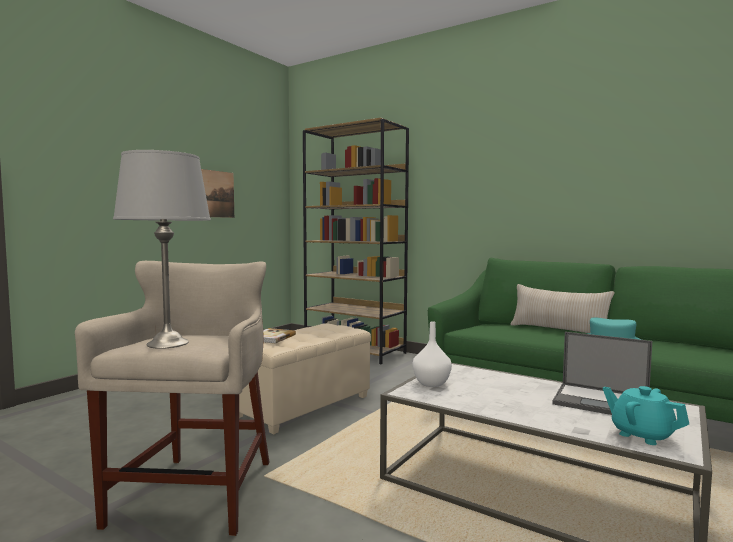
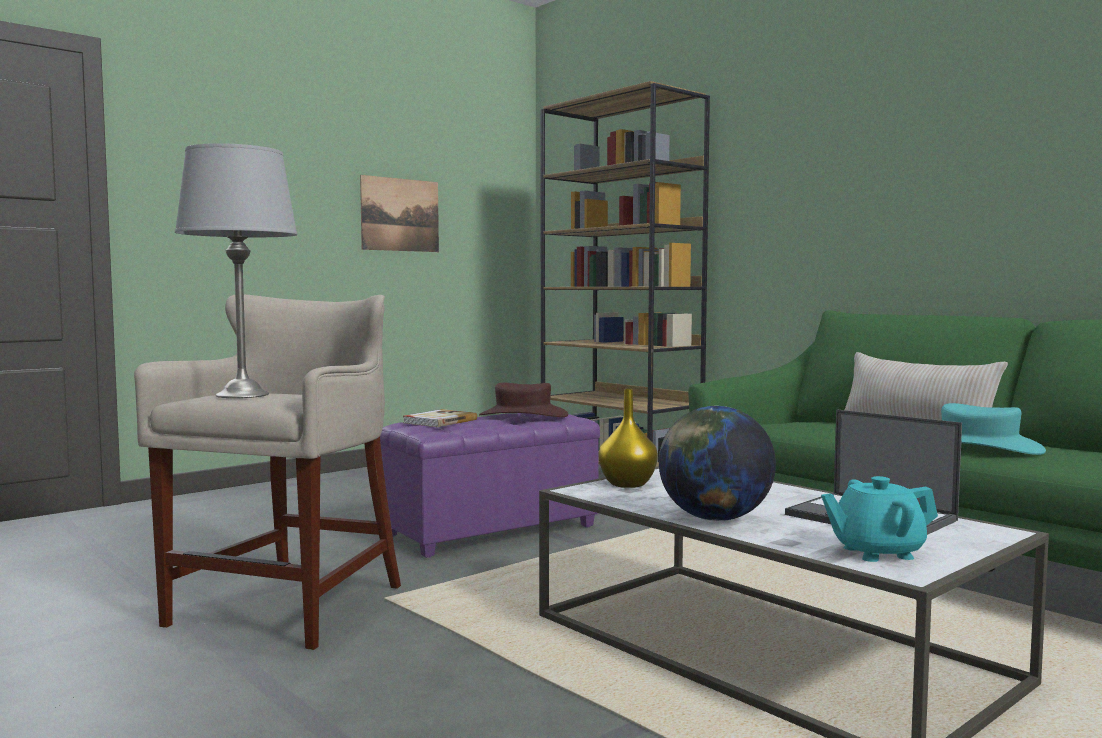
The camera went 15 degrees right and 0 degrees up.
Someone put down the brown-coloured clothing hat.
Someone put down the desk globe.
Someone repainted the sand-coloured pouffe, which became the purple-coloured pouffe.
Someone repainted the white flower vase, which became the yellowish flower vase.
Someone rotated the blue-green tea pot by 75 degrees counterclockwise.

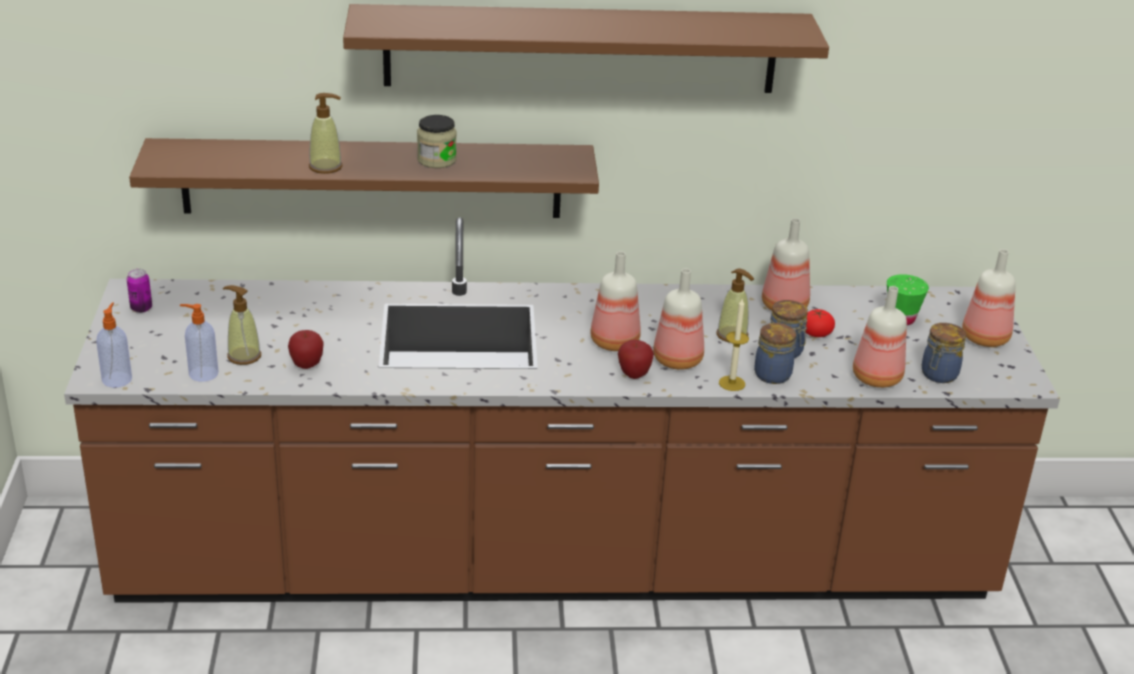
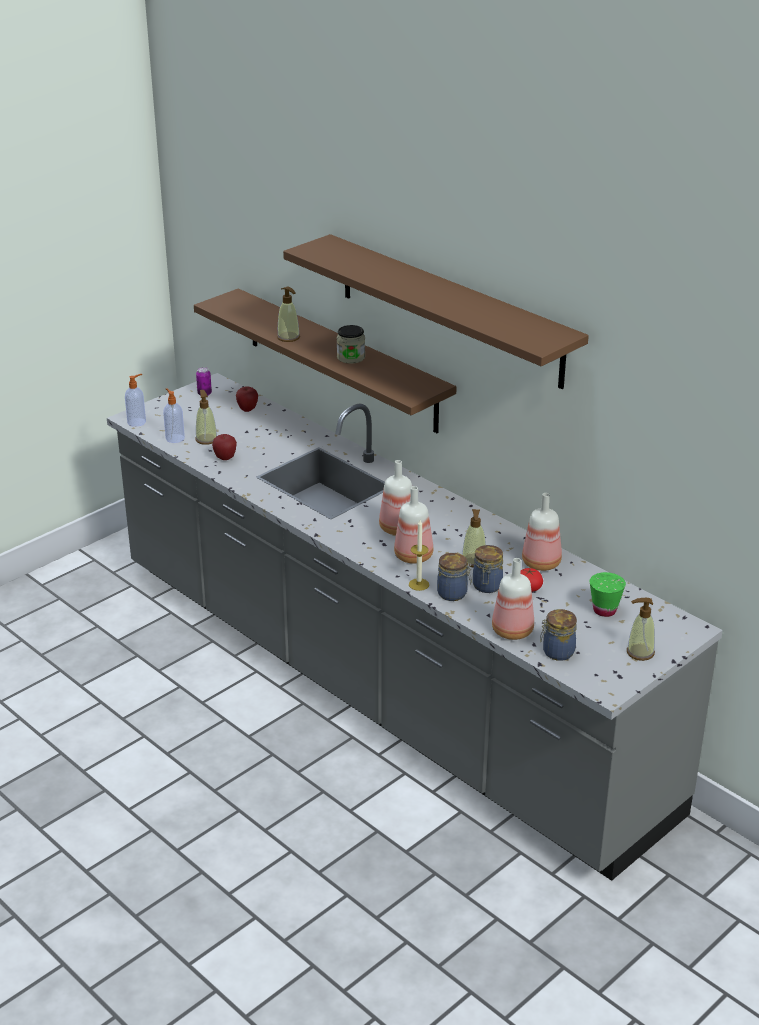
The camera went 50 degrees right and 0 degrees up.
Someone carried the apple (no. 2 from left).
Someone swapped the beverage bottle (no. 5 from left) for the soap dispenser (no. 6 from left).
Someone repainted the brown-coloured kitchen counter, which became the greyish kitchen counter.

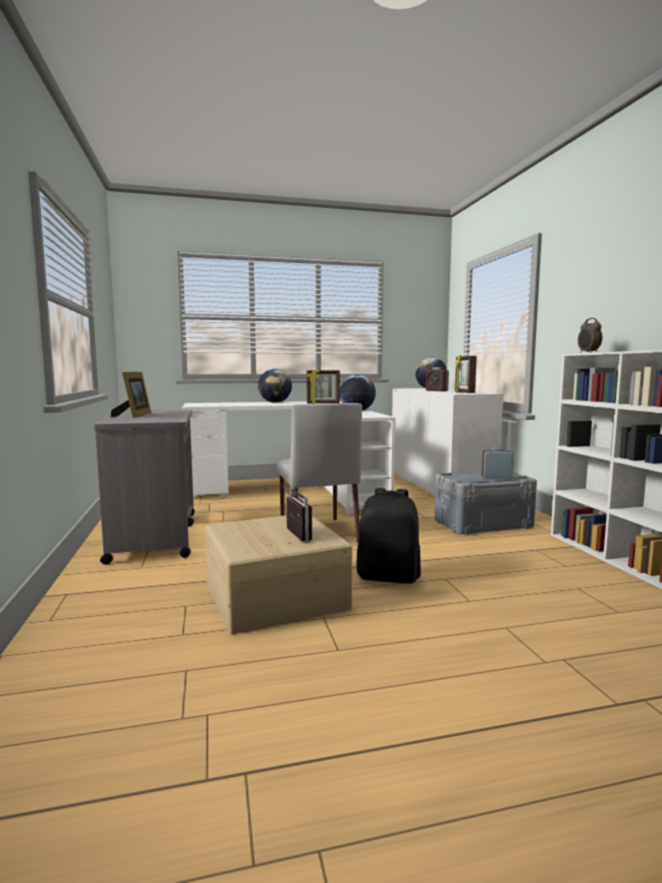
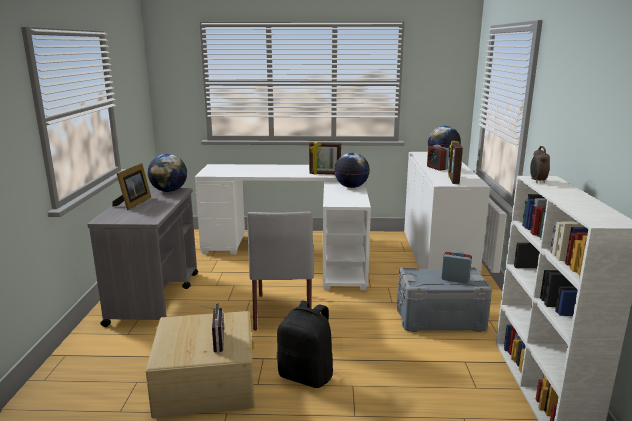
The camera went 15 degrees right and 10 degrees up.
Someone carried the desk globe (no. 1 from left).

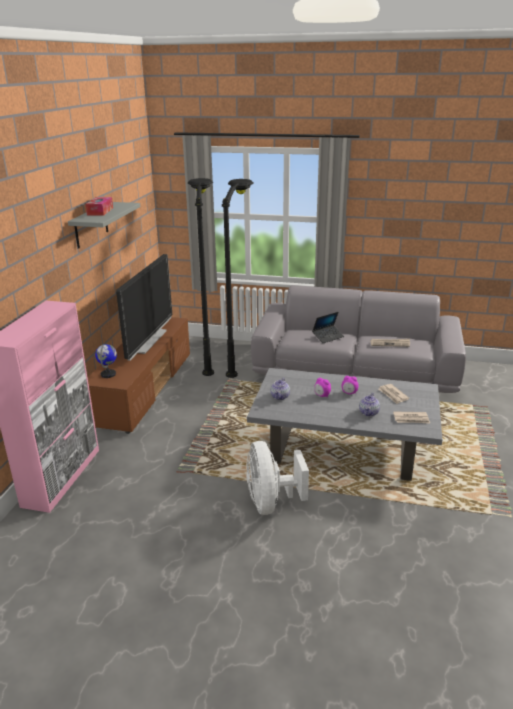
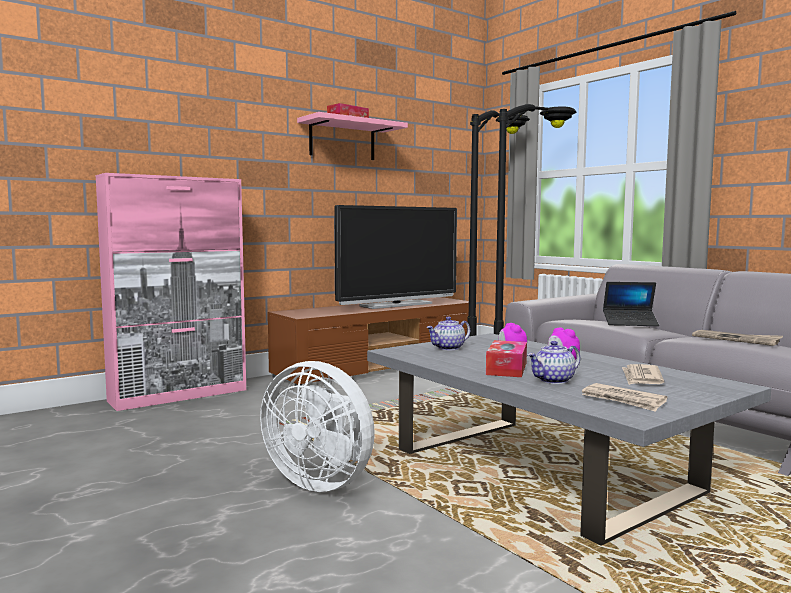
The camera went 40 degrees right and 20 degrees down.
Someone took away the desk globe.
Someone put down the tissue holder (no. 2 from left).
Someone repainted the greyish wall shelf, which became the pinkish wall shelf.
Someone rotated the white fan by 90 degrees counterclockwise.

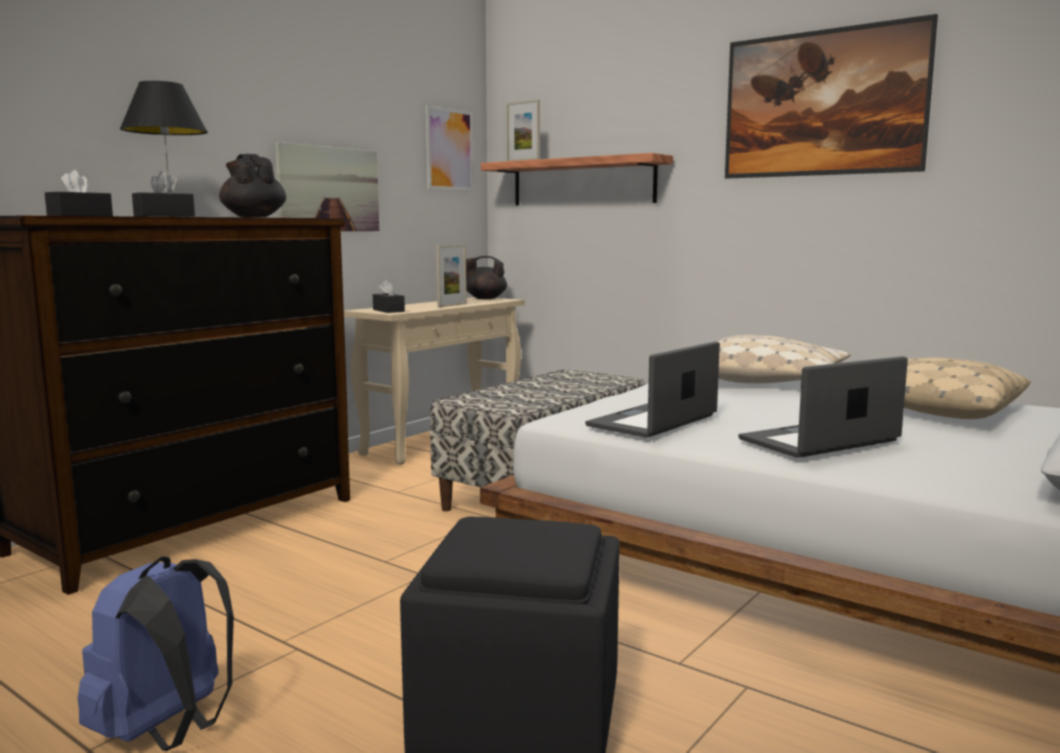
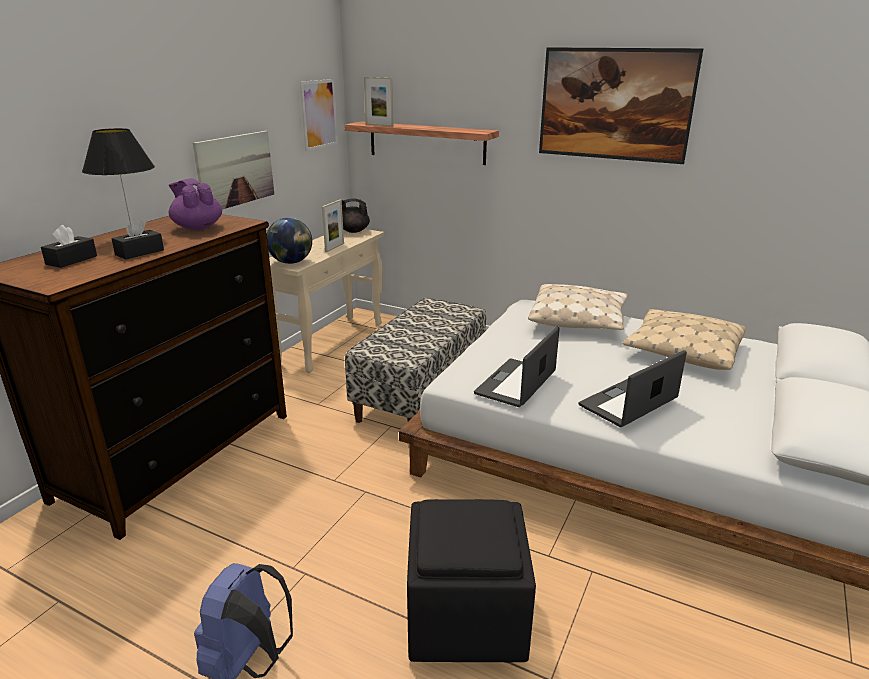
The camera went 10 degrees left and 15 degrees up.
Someone swapped the blackish tissue holder (no. 3 from left) for the desk globe.
Someone repainted the blackish tea pot (no. 1 from left), which became the purple-coloured tea pot.

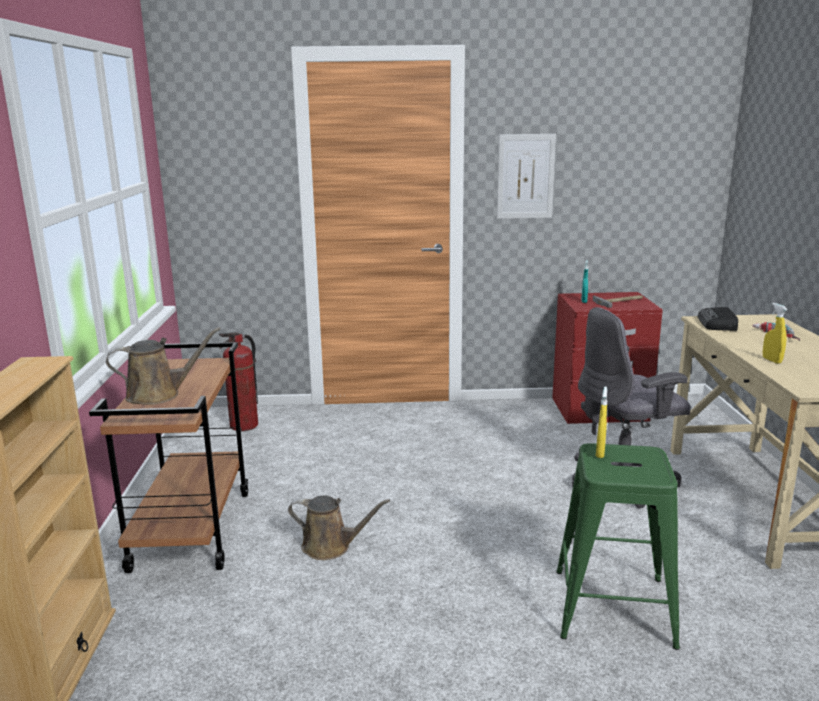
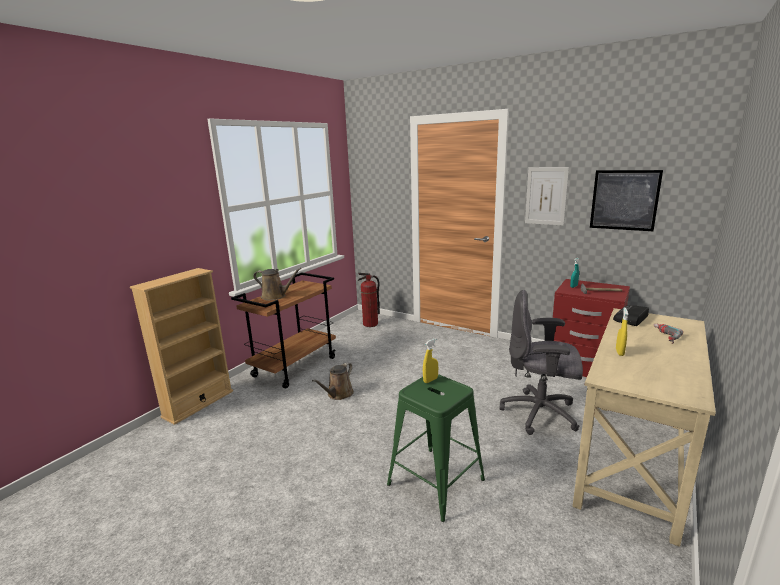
The camera went 35 degrees right and 0 degrees up.
Someone put up the picture (no. 2 from left).
Someone rotated the brown-coloured watering can (no. 2 from left) by 75 degrees clockwise.

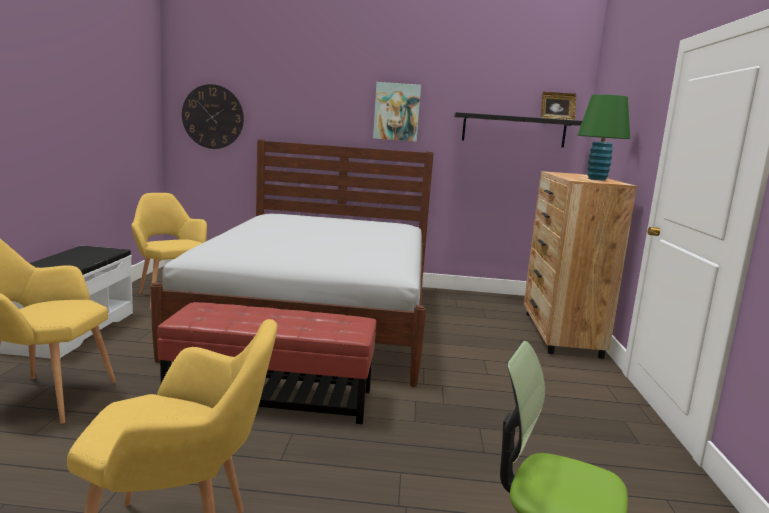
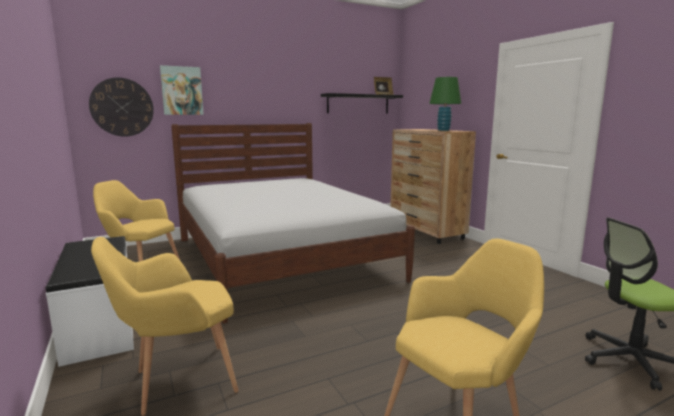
The camera went 30 degrees left and 0 degrees up.
Someone took away the reddish pouffe.
Someone carried the picture.

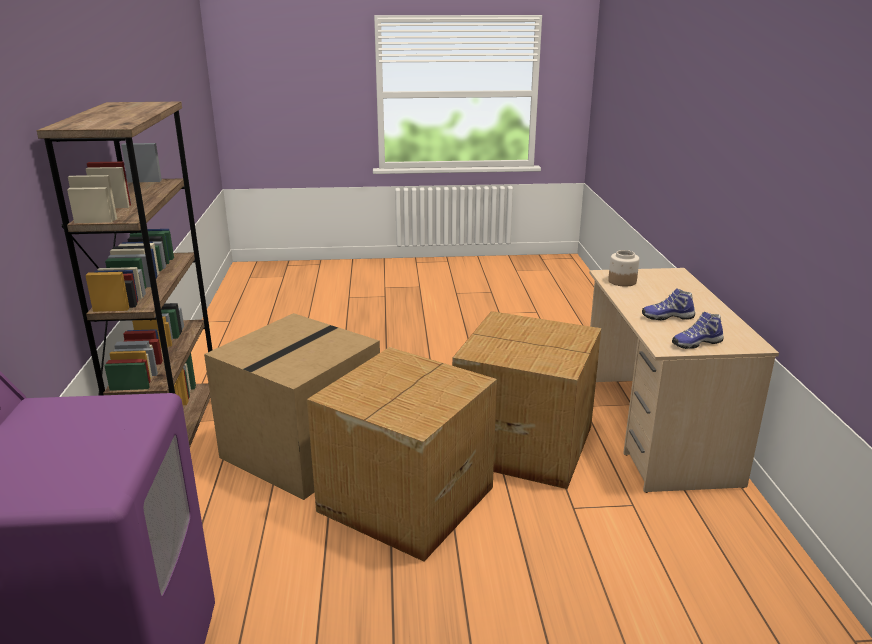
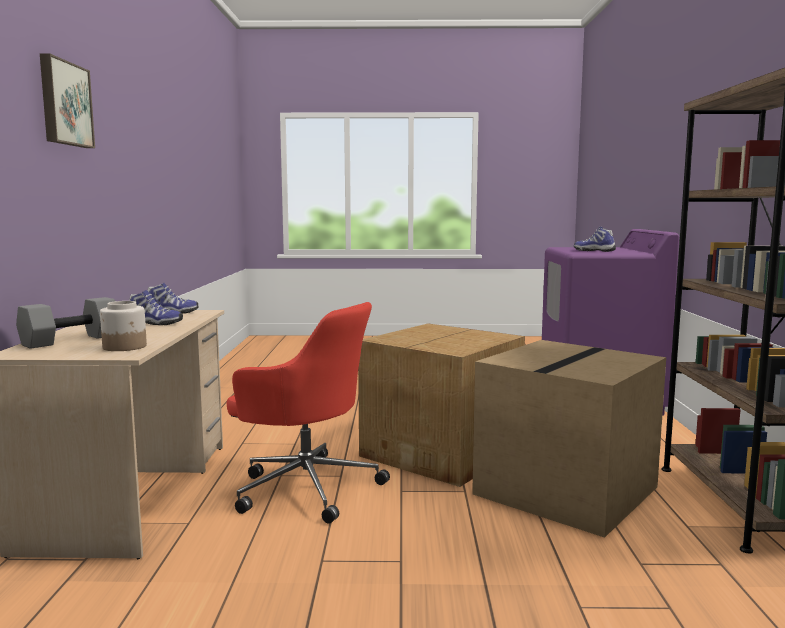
The camera went 175 degrees left and 15 degrees down.
Someone put down the greyish hand weight.
Someone put up the picture.
Someone put down the item of footwear (no. 3 from left).
Someone swapped the packing box (no. 3 from left) for the reddish computer chair.

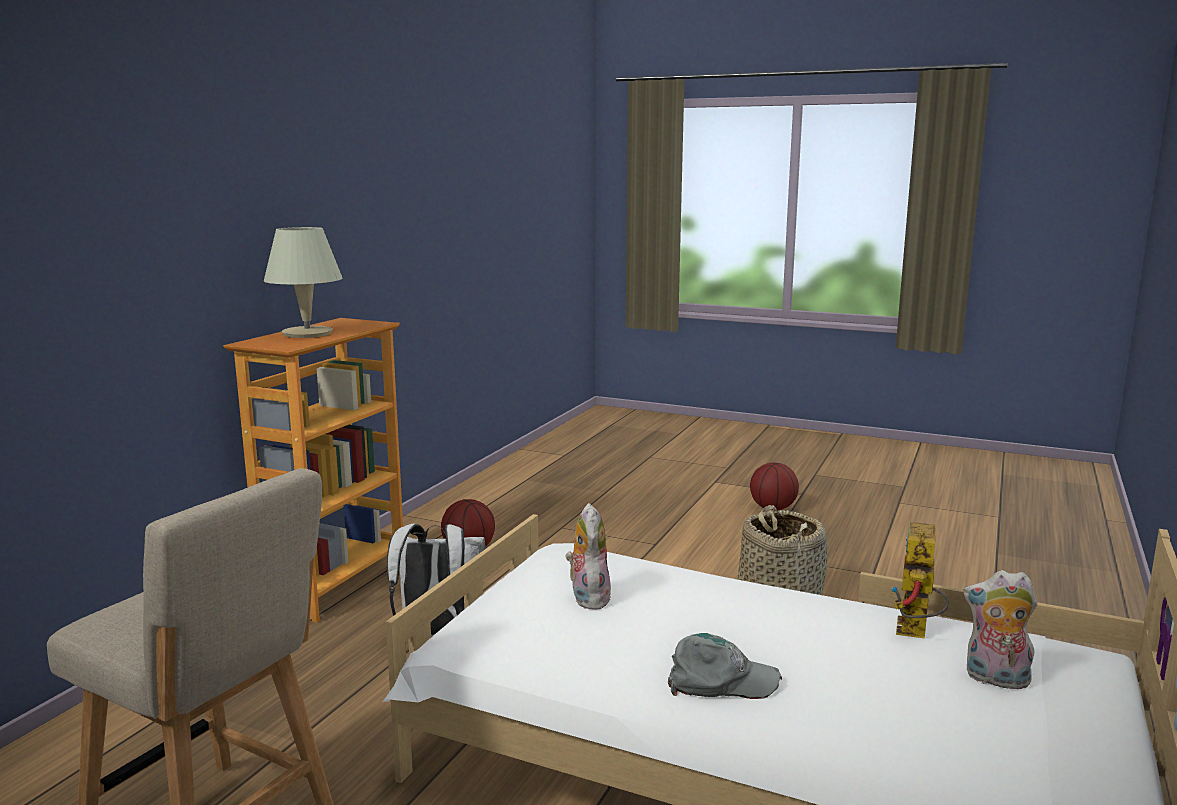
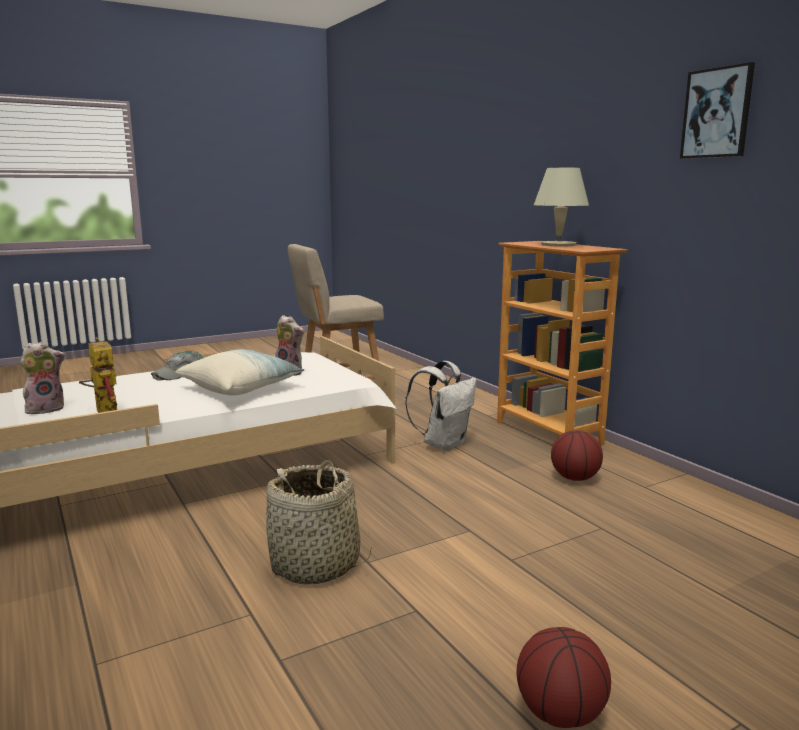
The camera went 125 degrees right and 0 degrees up.
Someone put down the throw pillow.
Someone put up the picture.

